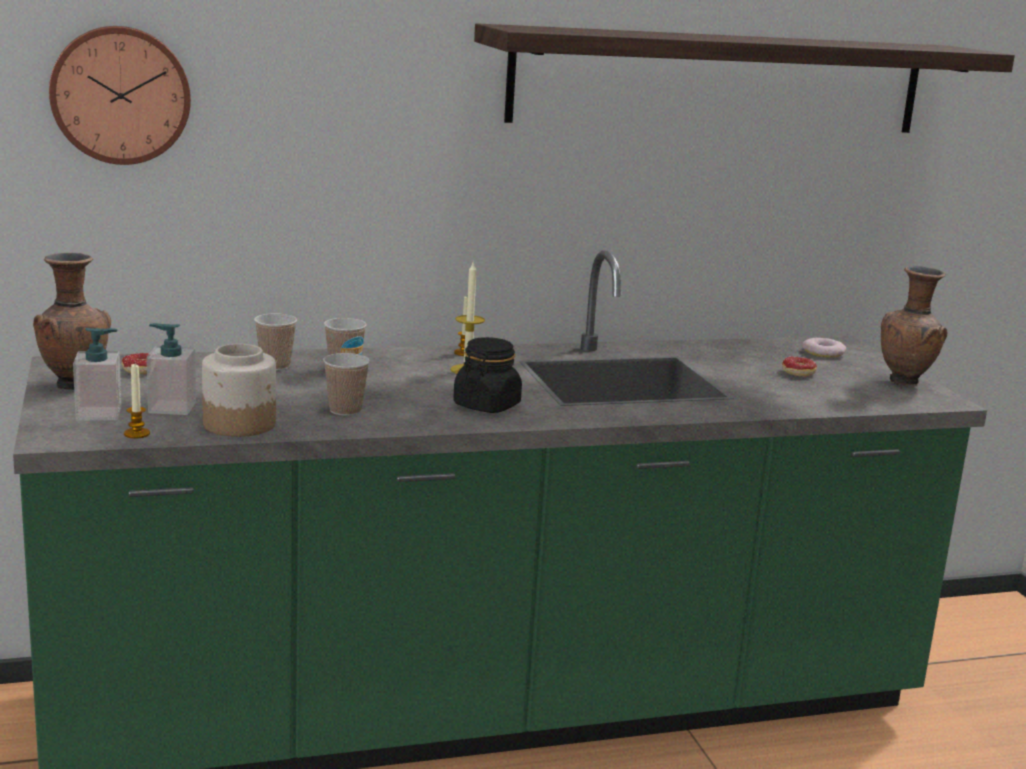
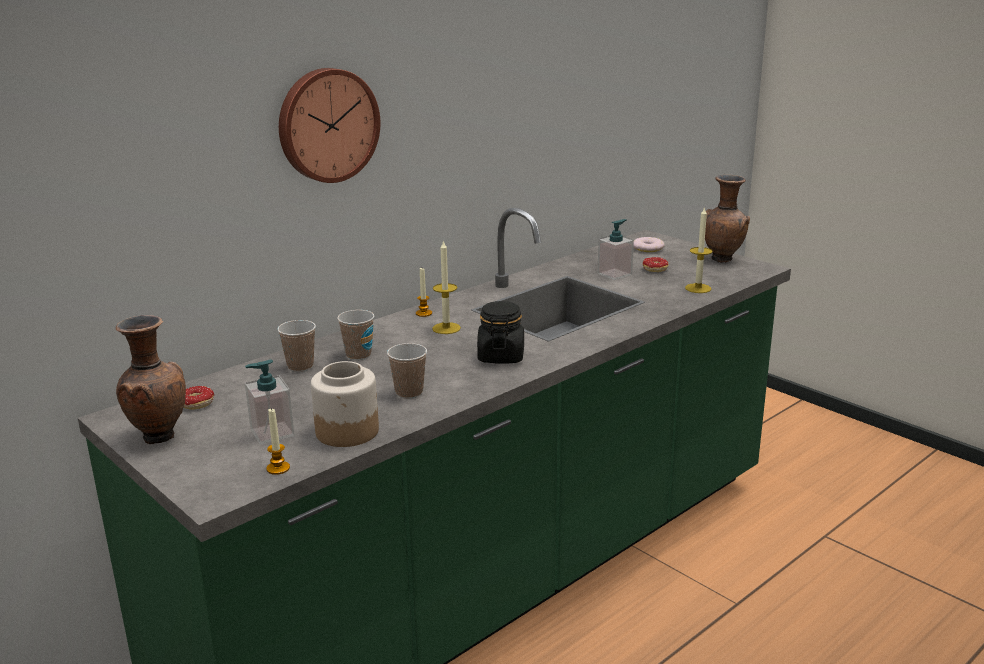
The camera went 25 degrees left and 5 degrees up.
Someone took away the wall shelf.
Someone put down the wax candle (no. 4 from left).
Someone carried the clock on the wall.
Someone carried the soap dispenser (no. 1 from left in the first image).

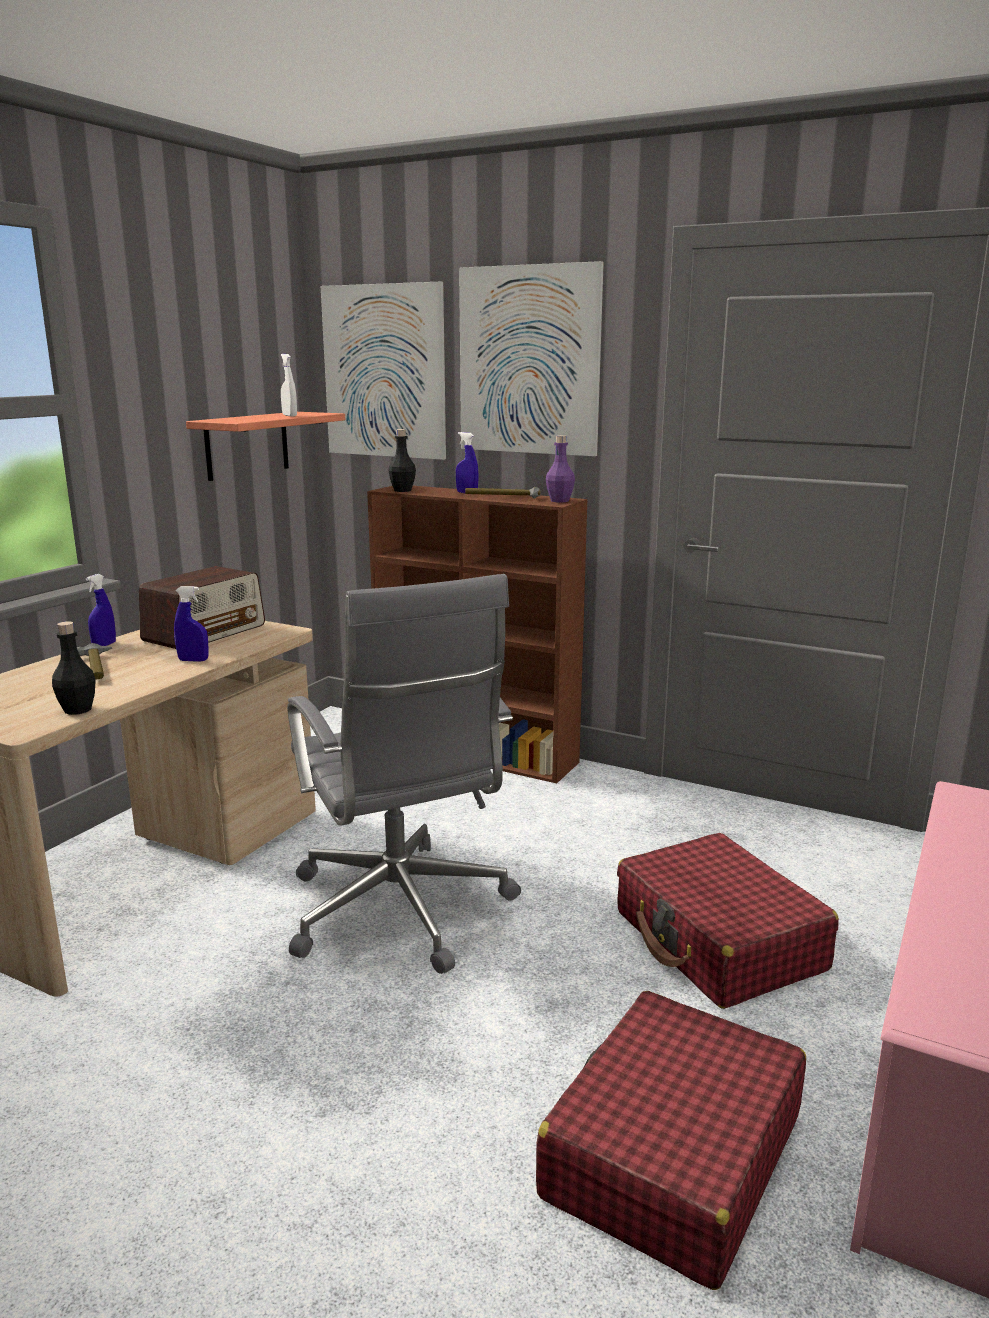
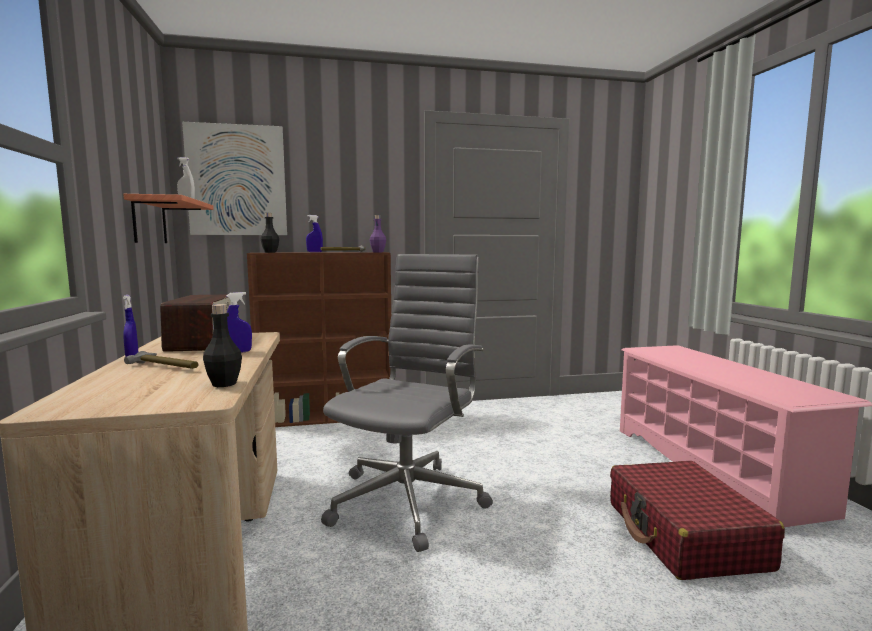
The camera went 40 degrees left and 10 degrees down.
Someone took away the picture (no. 2 from left).
Someone took away the reddish travel case (no. 2 from left).
Someone rotated the greyish computer chair by 90 degrees counterclockwise.

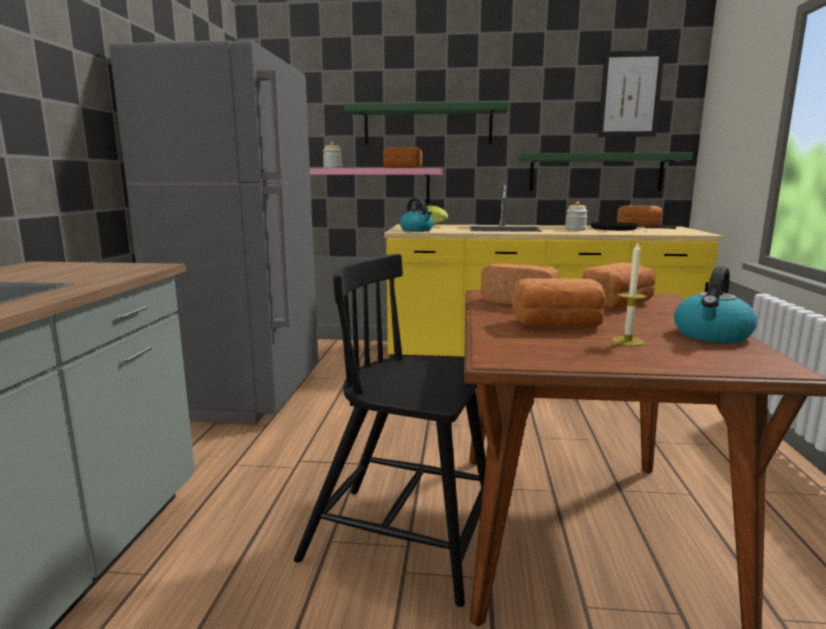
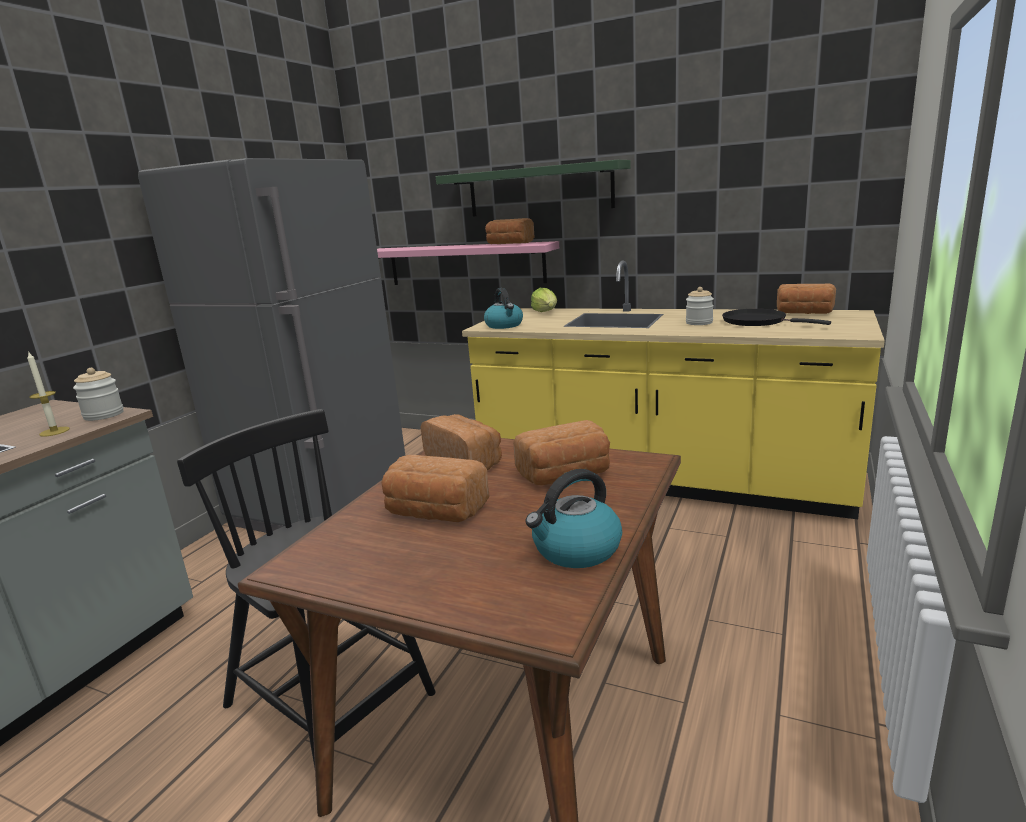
The camera went 20 degrees right and 5 degrees up.
Someone took away the green wall shelf (no. 2 from left).
Someone took away the picture.
Someone carried the storage jar (no. 1 from left).
Someone carried the wax candle.

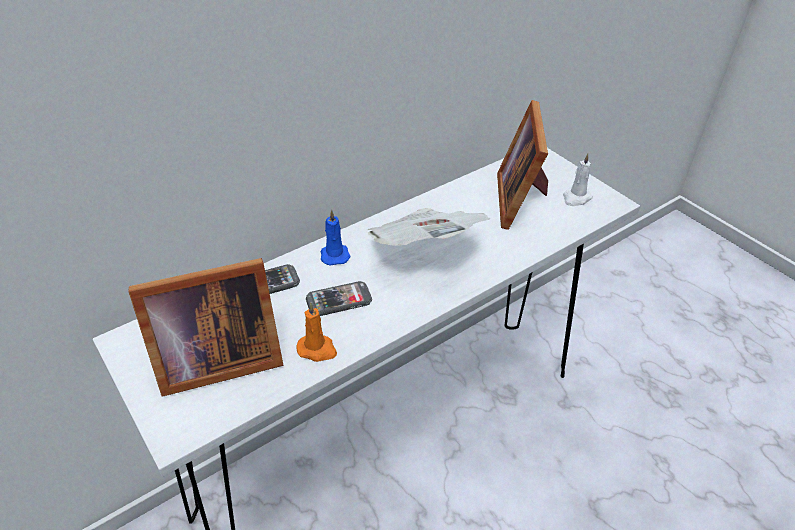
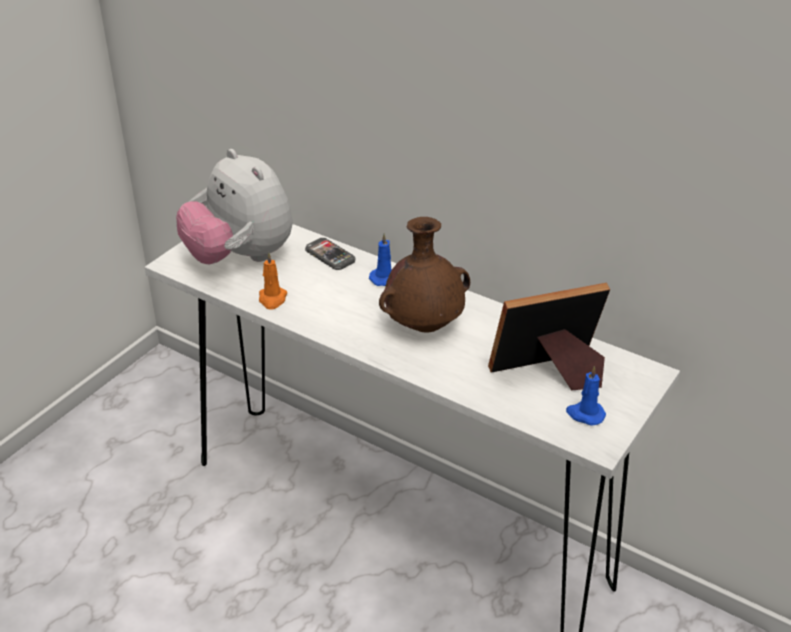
The camera went 70 degrees right and 5 degrees down.
Someone took away the handset (no. 2 from left).
Someone swapped the standing frame (no. 1 from left) for the soft toy.
Someone swapped the daily paper for the brown-coloured flower vase.
Someone repainted the white wax candle, which became the blue wax candle (no. 2 from left).

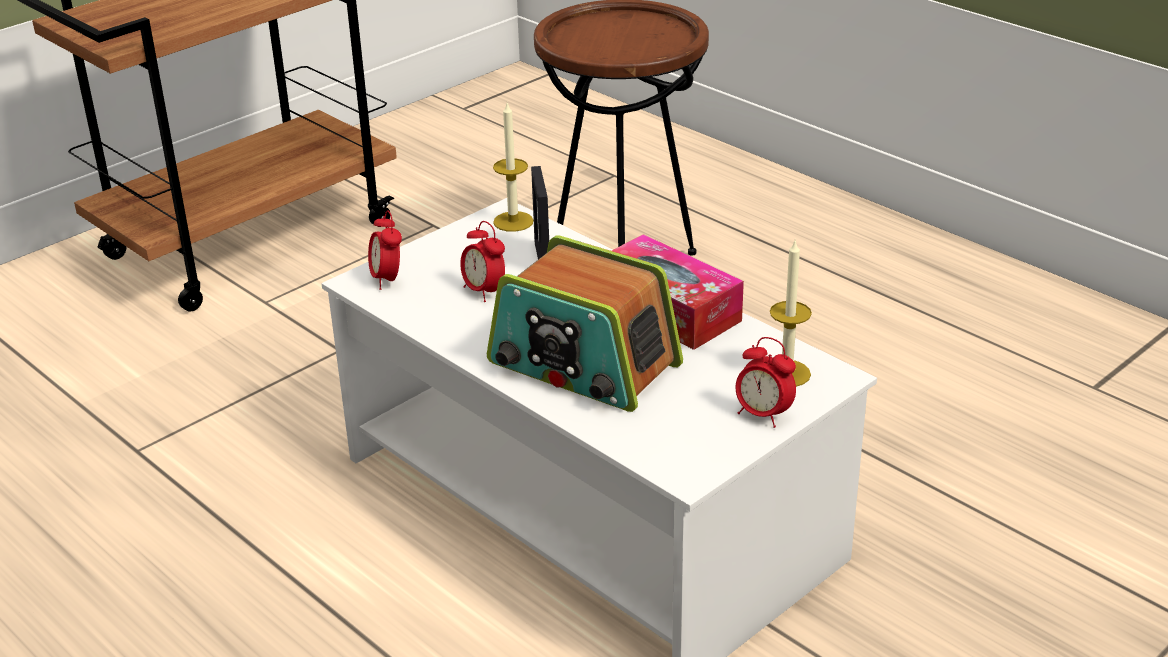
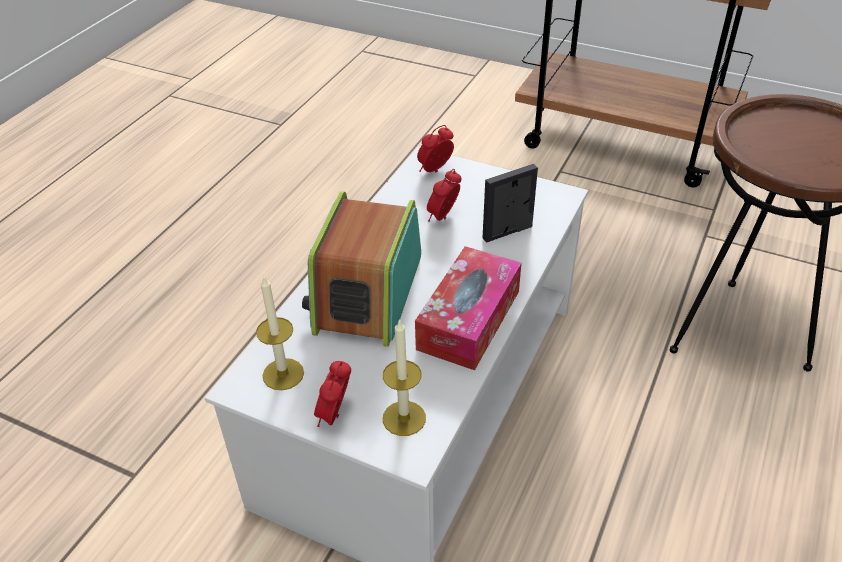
The camera went 70 degrees right and 10 degrees up.
Someone carried the wax candle (no. 1 from left).

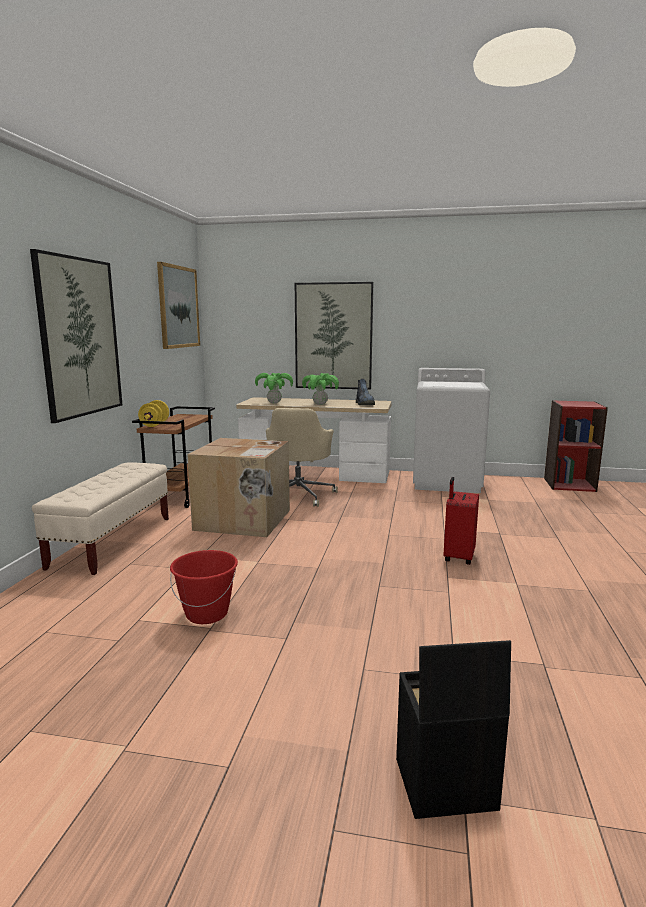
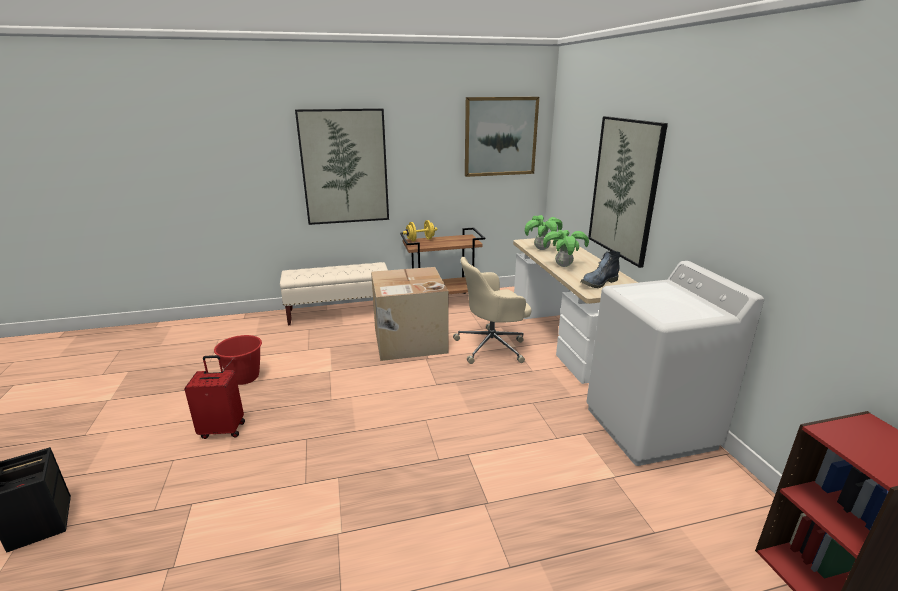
The camera went 65 degrees right and 10 degrees up.
Someone carried the reddish travel case.

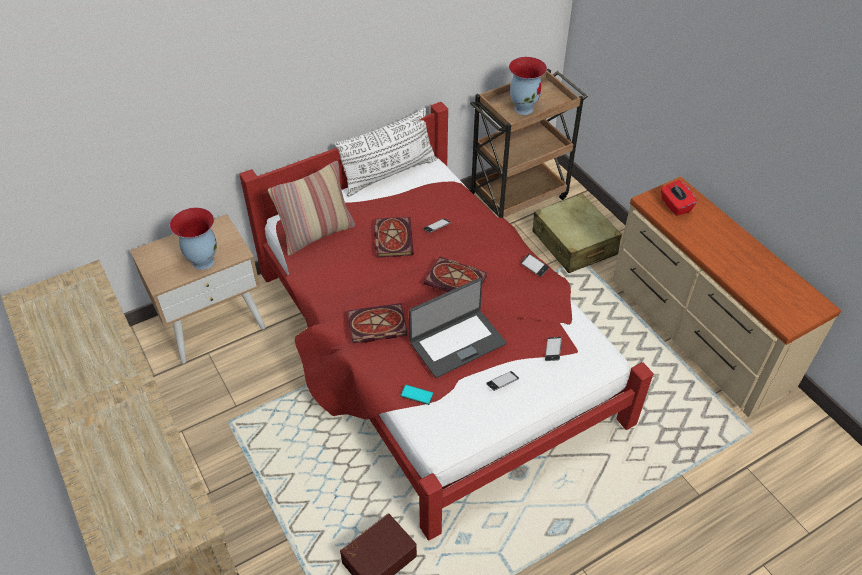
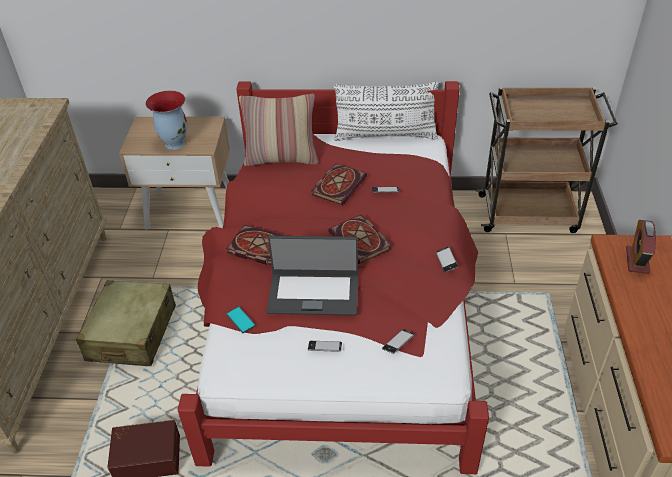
The camera went 35 degrees right and 5 degrees down.
Someone took away the flower vase (no. 2 from left).
Someone carried the sand-coloured travel case.
Someone swapped the reddish tissue holder for the bedside clock.

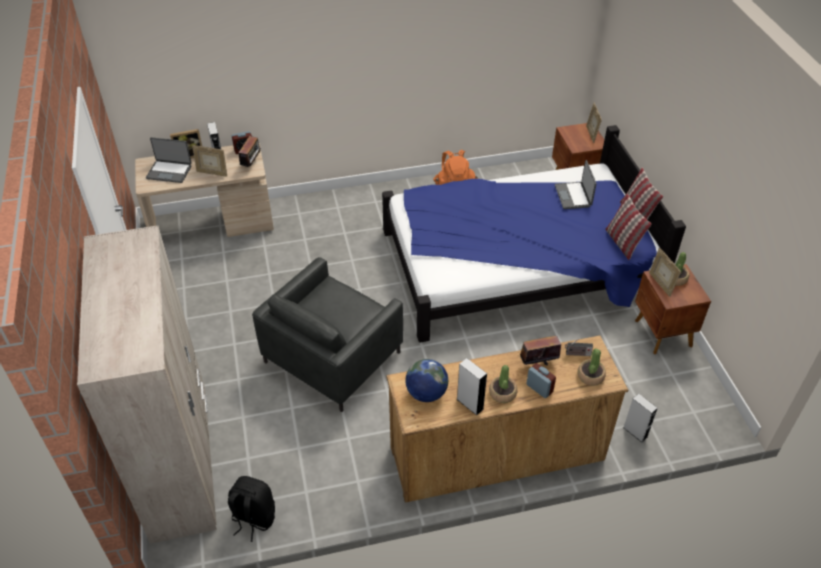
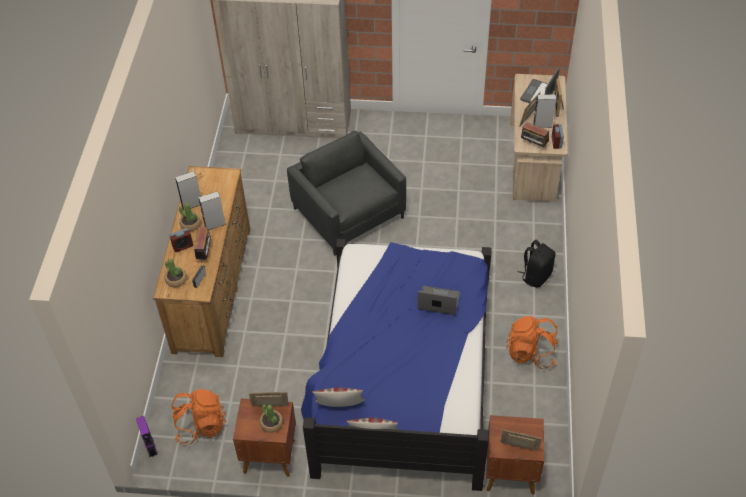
The camera went 110 degrees right and 5 degrees up.
Someone took away the desk globe.
Someone put down the purple-coloured loudspeaker.
Someone put down the orange-coloured rucksack (no. 1 from left).
Someone carried the blackish rucksack.
Someone carried the portable computer (no. 2 from left in the first image).
Someone carried the greyish loudspeaker (no. 3 from left in the first image).

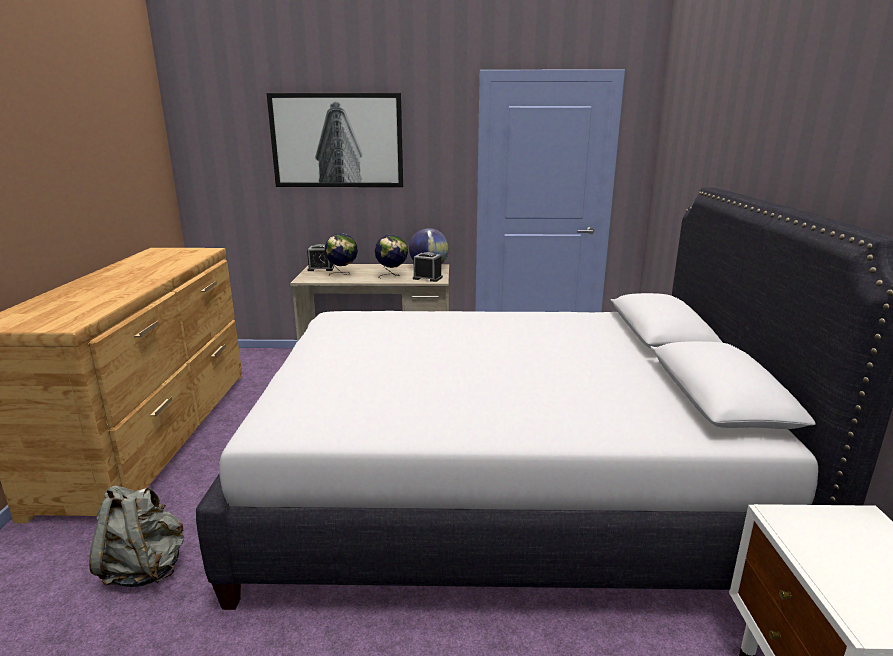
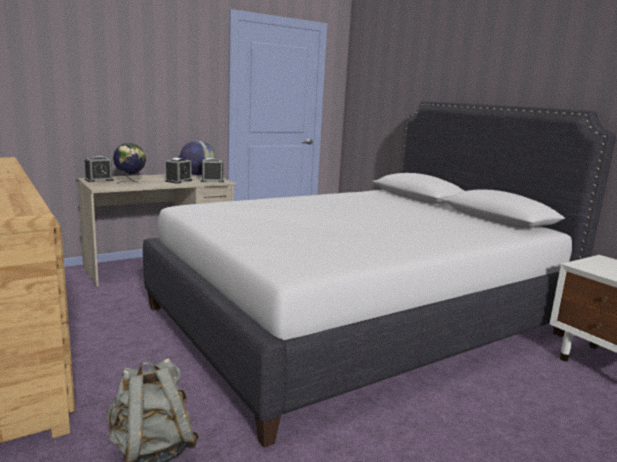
The camera went 35 degrees left and 5 degrees down.
Someone took away the picture.
Someone swapped the desk globe (no. 2 from left) for the bedside clock (no. 2 from left).

